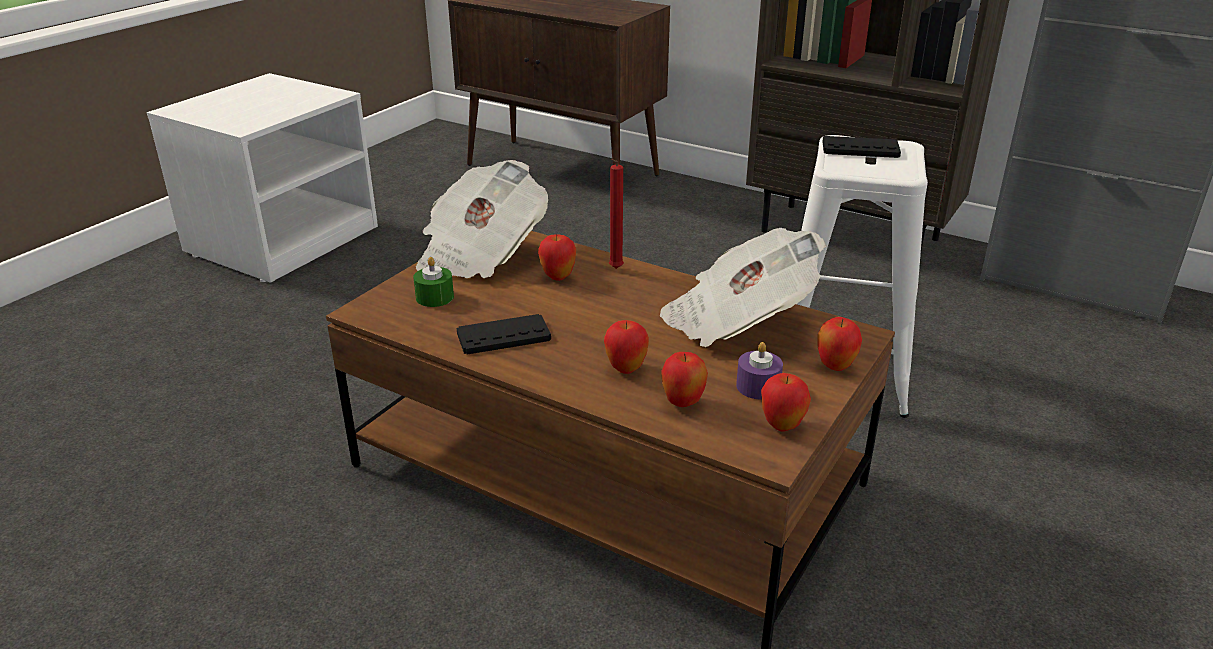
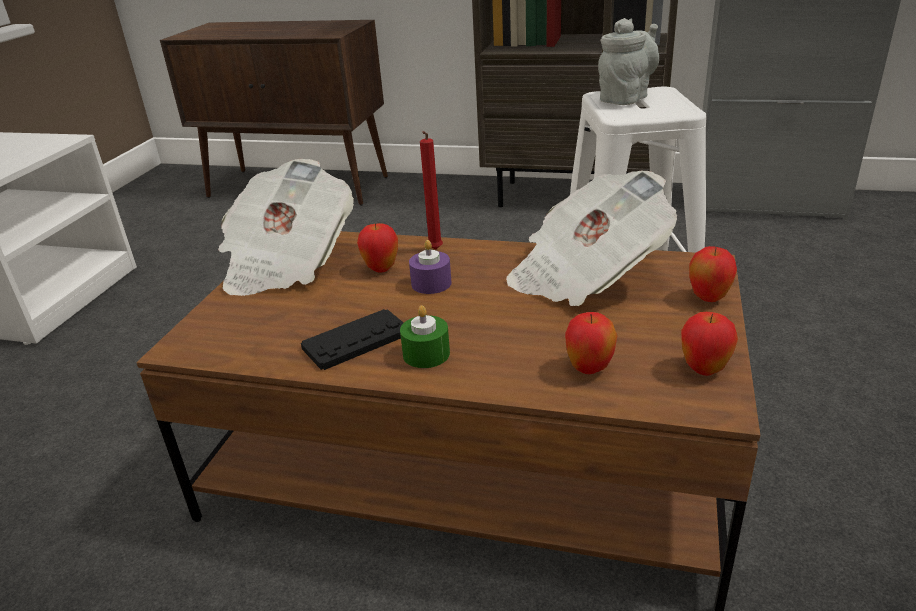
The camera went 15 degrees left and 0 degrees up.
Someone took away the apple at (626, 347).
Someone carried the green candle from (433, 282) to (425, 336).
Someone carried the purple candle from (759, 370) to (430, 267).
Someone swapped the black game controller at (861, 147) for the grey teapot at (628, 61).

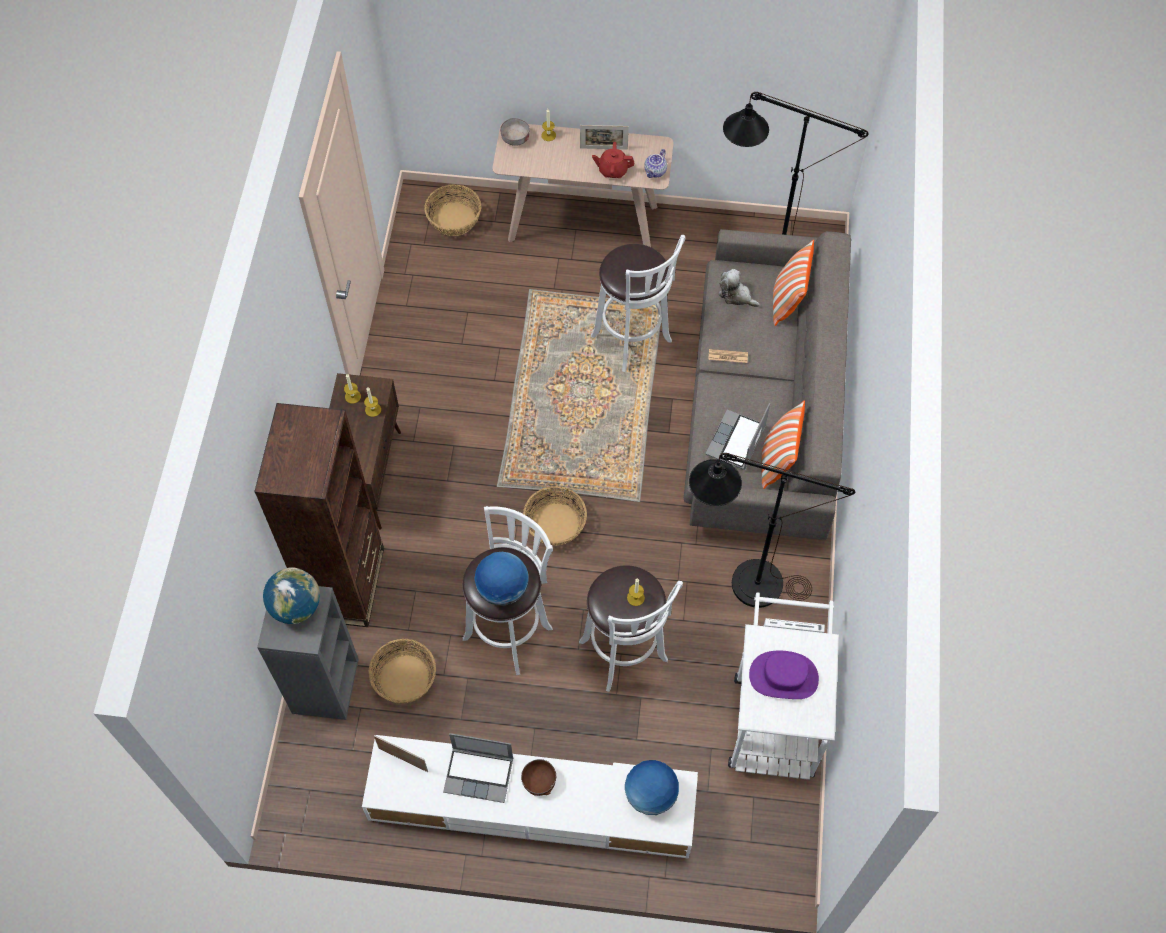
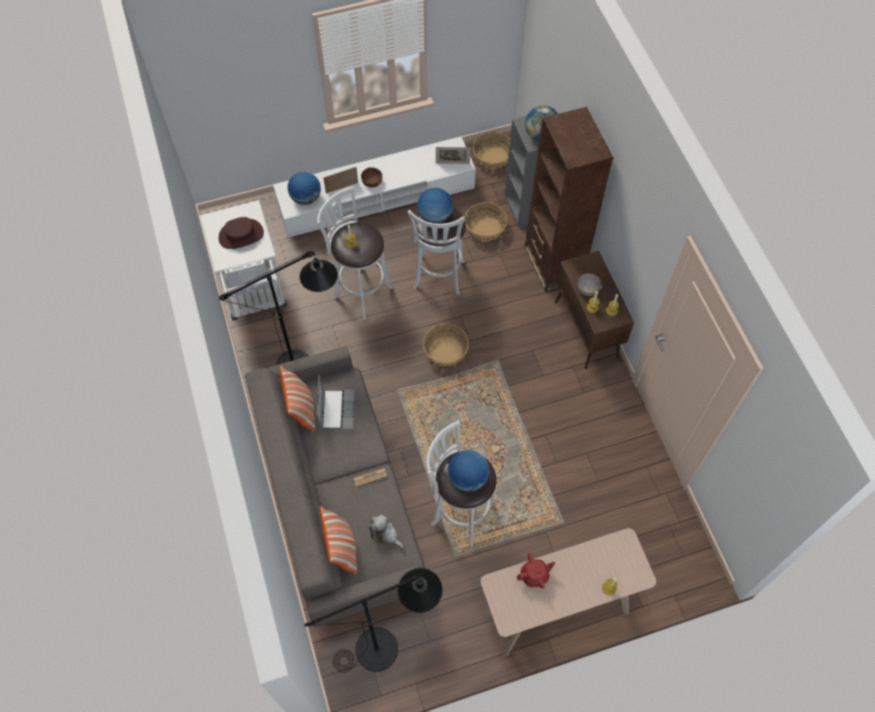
The camera went 155 degrees right and 0 degrees up.
Someone took away the laptop at (478, 768).
Someone took away the teapot at (655, 163).
Someone put down the globe at (469, 471).
Someone carried the basket from (452, 210) to (491, 150).
Someone carried the grey bowl from (515, 132) to (589, 284).
Someone carried the picture frame from (604, 137) to (340, 180).
Someone repainted the purple hat at (784, 675), which became the brown hat at (241, 233).
Someone rotated the plush toy at (739, 288) by 150 degrees counterclockwise.

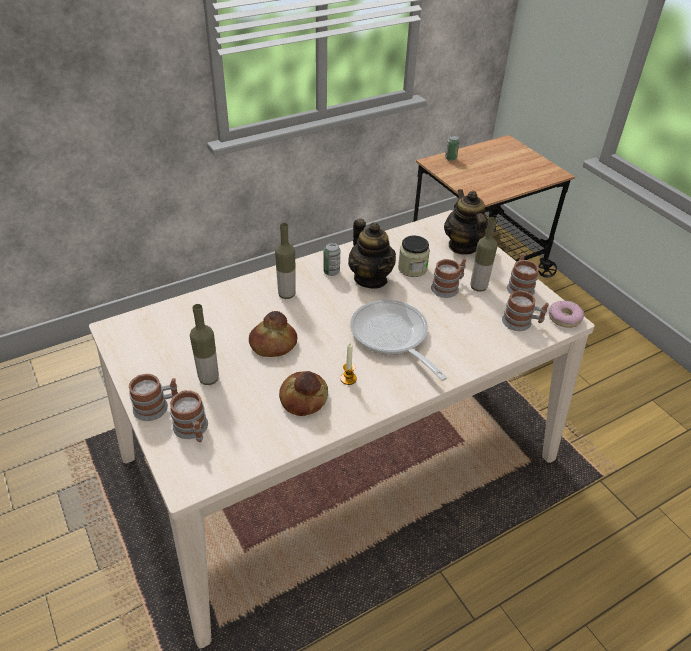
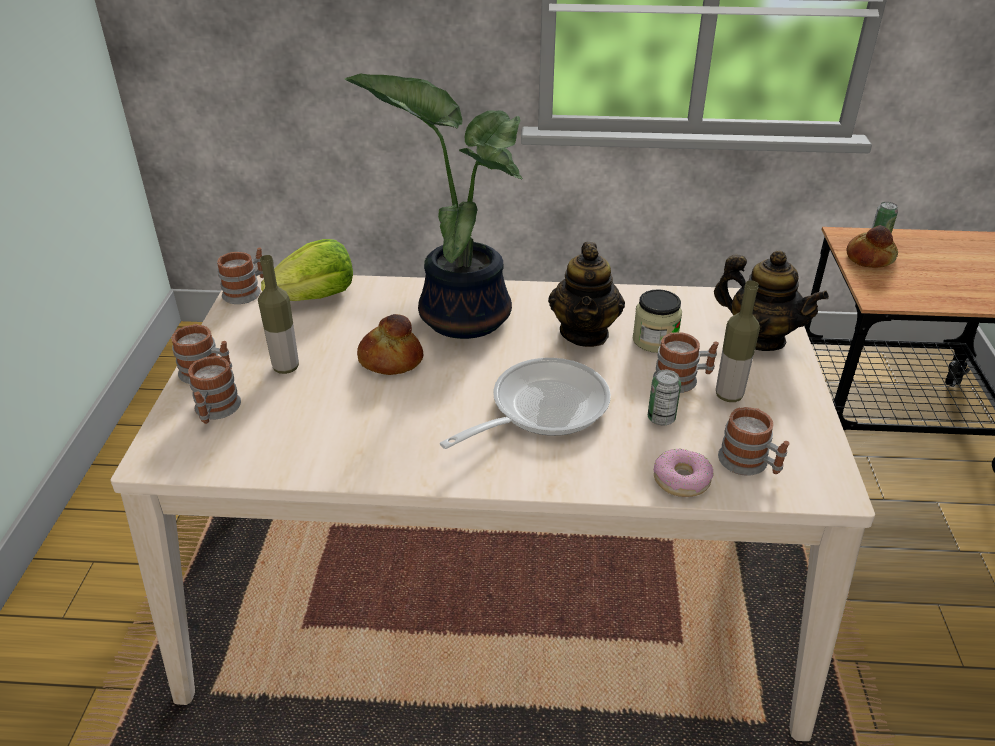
The camera went 35 degrees right and 5 degrees down.
Someone took away the candle at (348, 364).
Someone put down the lettuce at (307, 270).
Someone carried the bread from (303, 393) to (872, 246).
Someone carried the can from (331, 259) to (664, 397).
Someone carried the mug from (523, 274) to (240, 276).
Someone carried the donut from (566, 314) to (684, 472).
Someone swapped the bottle at (285, 261) for the potted plant at (433, 206).
Someone rotated the frying pan at (398, 340) by 45 degrees clockwise.
Someone rotated the teapot at (466, 222) by 105 degrees clockwise.

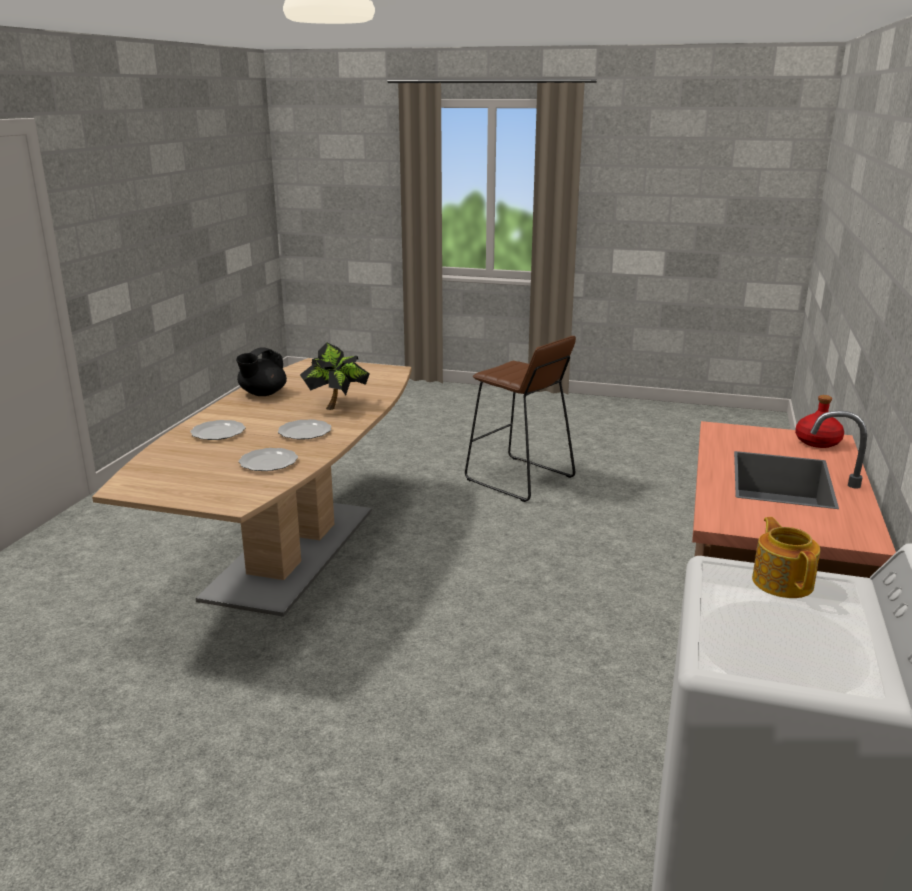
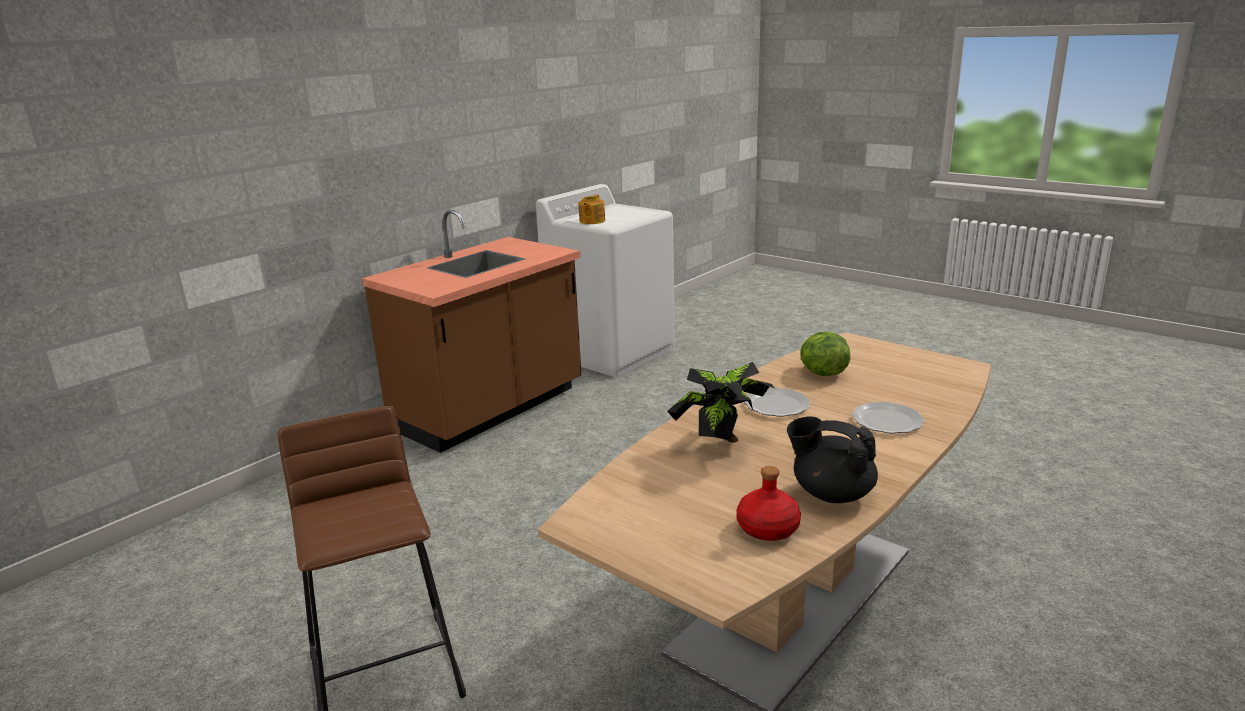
The camera went 155 degrees left and 0 degrees up.
Someone carried the red bottle from (819, 421) to (769, 503).
Someone swapped the plate at (268, 459) for the lettuce at (825, 353).
Someone rotated the black teapot at (261, 371) by 120 degrees counterclockwise.

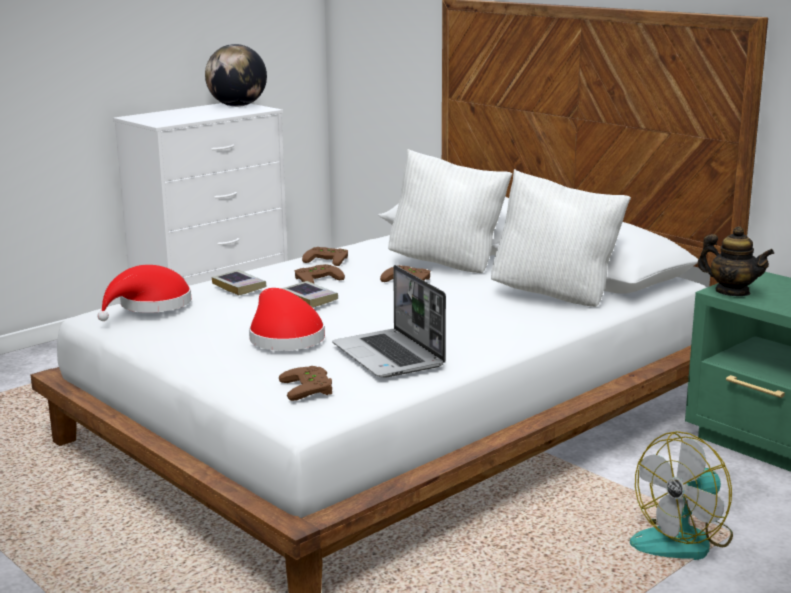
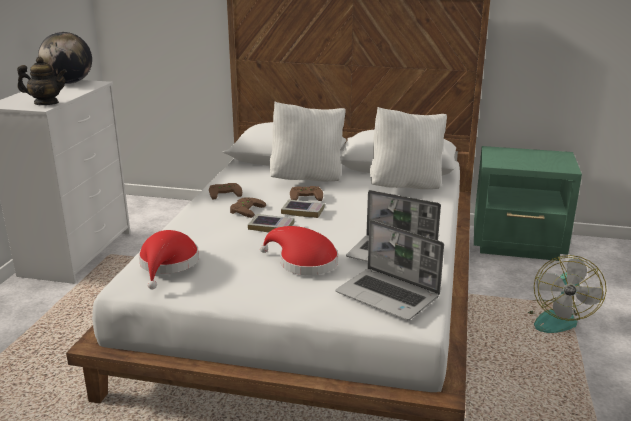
The camera went 35 degrees left and 5 degrees up.
Someone carried the book from (239, 283) to (303, 208).
Someone carried the teapot from (735, 261) to (42, 81).
Someone swapped the brown game controller at (305, 383) for the laptop at (390, 270).

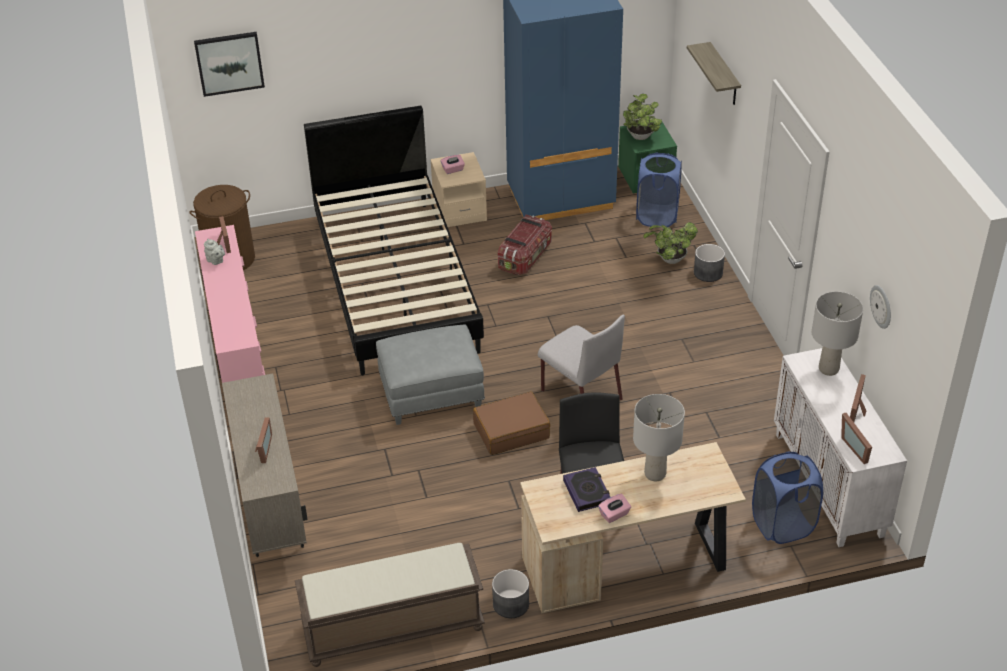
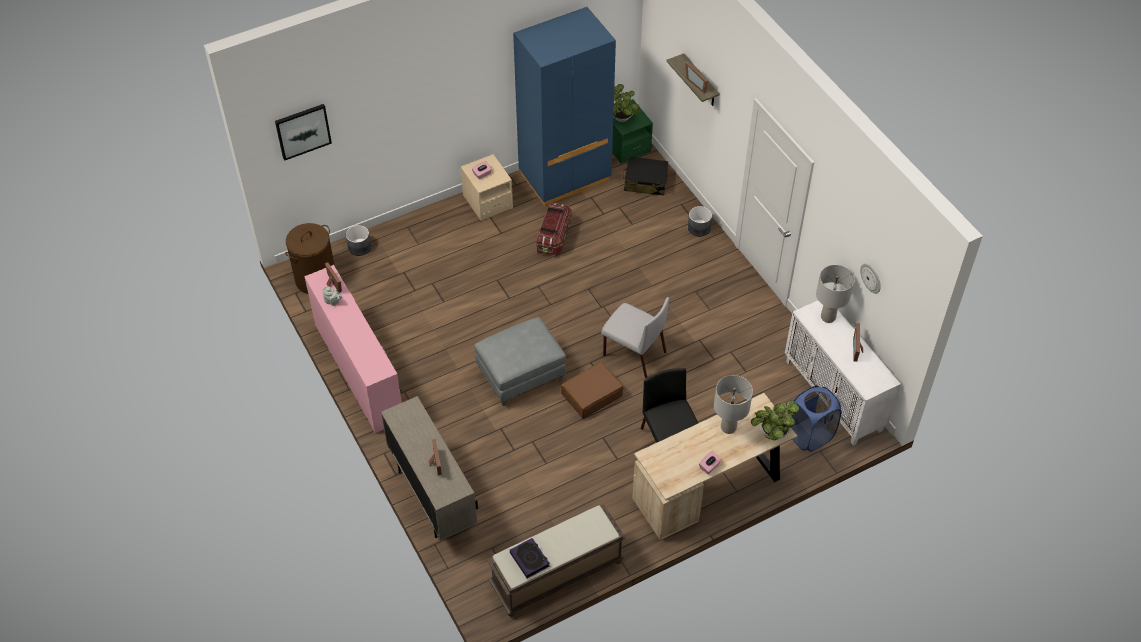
The camera went 15 degrees left and 10 degrees up.
Someone took away the black bed at (394, 240).
Someone carried the grey planter from (510, 593) to (358, 240).
Someone carried the book from (586, 489) to (530, 558).
Someone carried the potted plant from (670, 243) to (775, 420).
Someone carried the picture frame from (856, 438) to (696, 77).
Someone swapped the blue laundry basket at (659, 190) for the black suitcase at (645, 176).

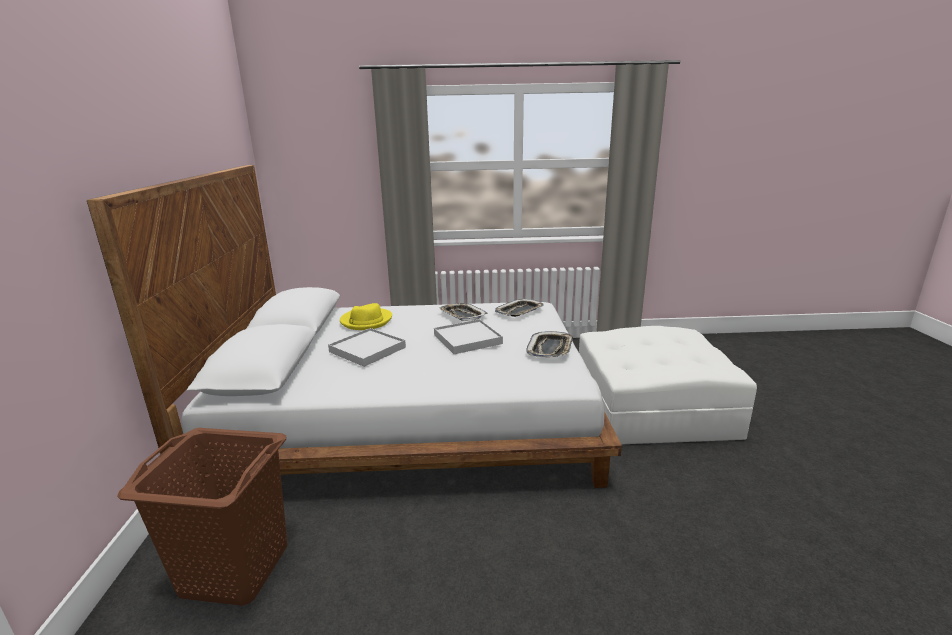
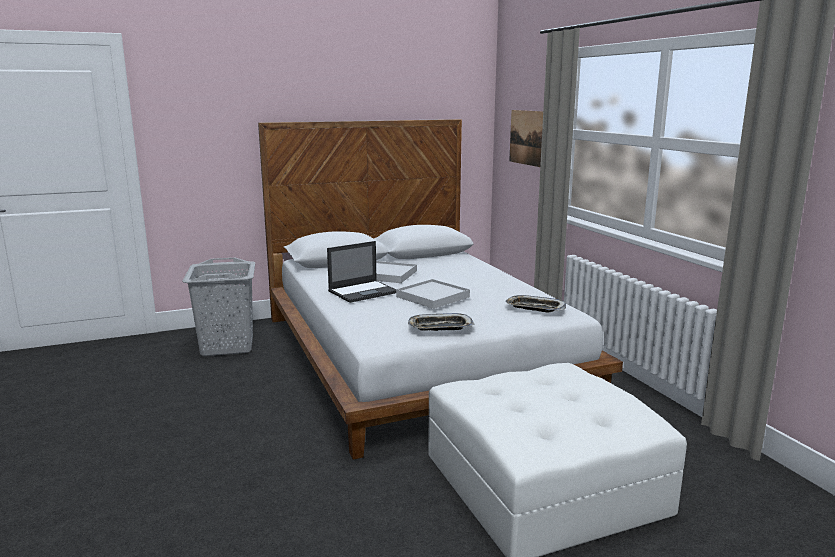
The camera went 70 degrees right and 5 degrees down.
Someone took away the yellow hat at (366, 316).
Someone took away the tray at (463, 312).
Someone put down the laptop at (361, 272).
Someone put up the picture at (526, 138).
Someone repainted the brown laundry basket at (202, 517), which became the grey laundry basket at (218, 307).

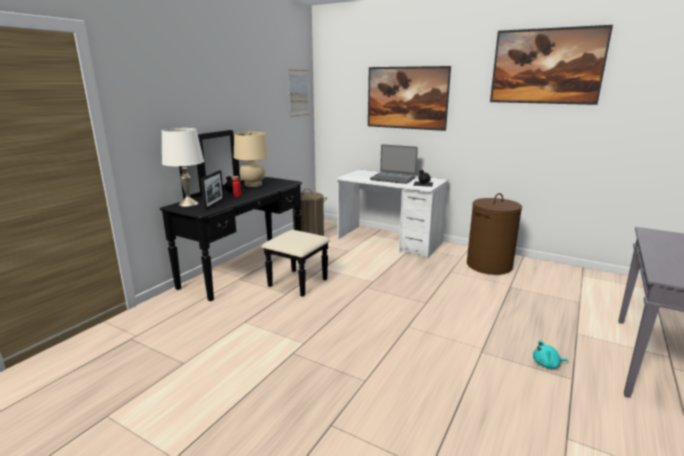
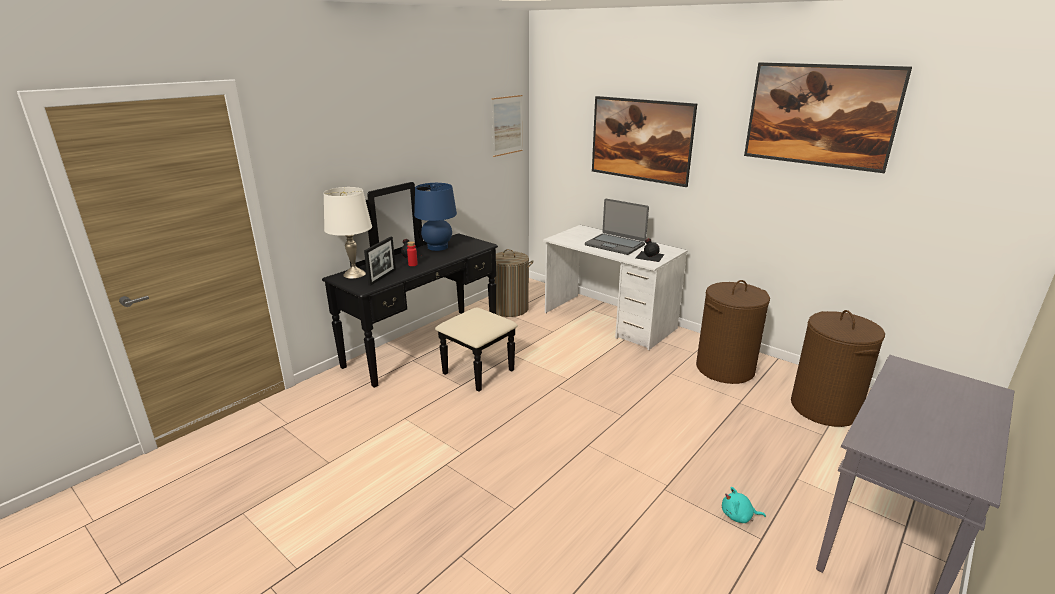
The camera went 10 degrees right and 5 degrees up.
Someone put down the brown laundry basket at (838, 368).
Someone repainted the beige table lamp at (251, 159), which became the blue table lamp at (435, 217).

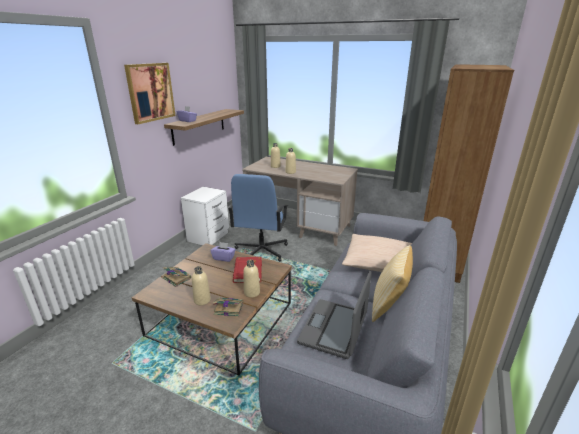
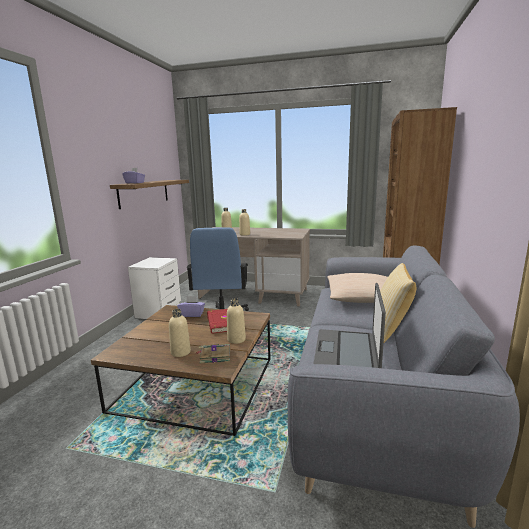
The camera went 10 degrees left and 10 degrees down.
Someone took away the picture at (150, 93).
Someone took away the book at (177, 277).

